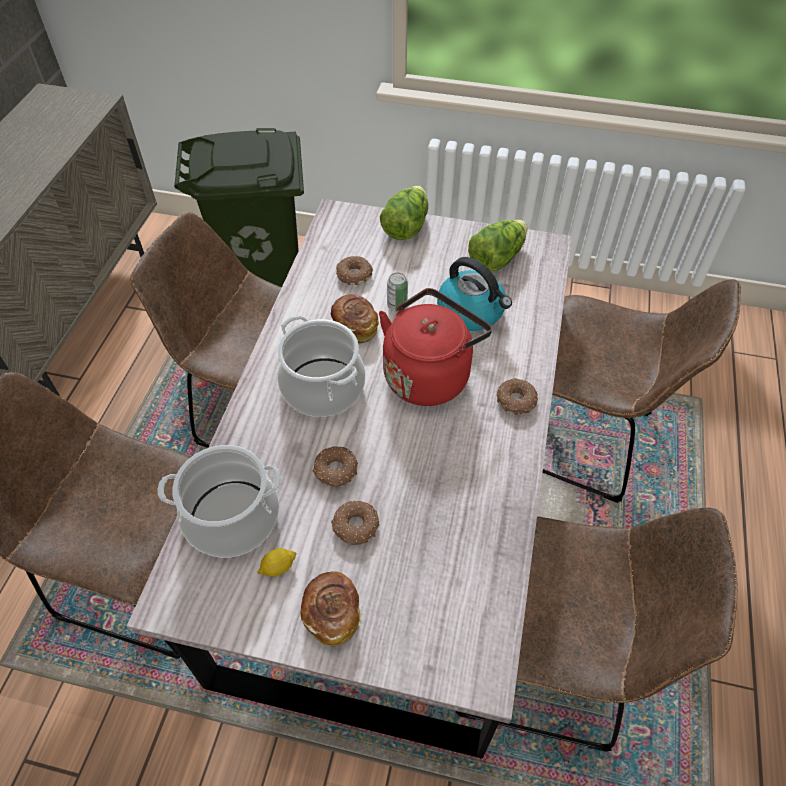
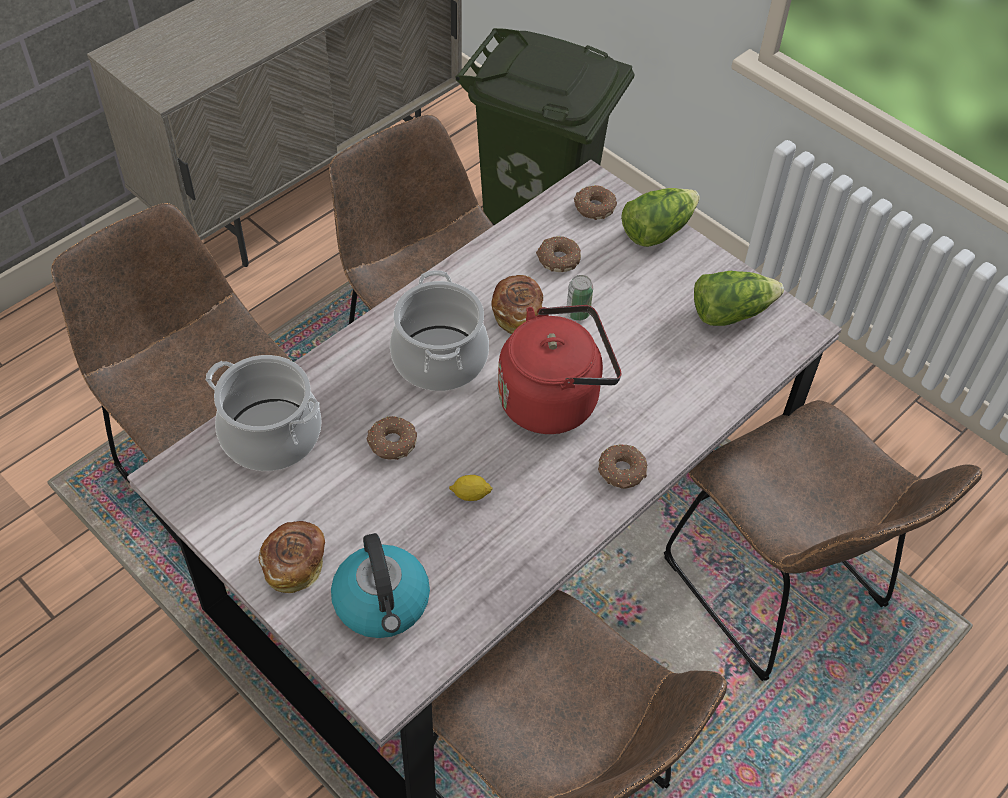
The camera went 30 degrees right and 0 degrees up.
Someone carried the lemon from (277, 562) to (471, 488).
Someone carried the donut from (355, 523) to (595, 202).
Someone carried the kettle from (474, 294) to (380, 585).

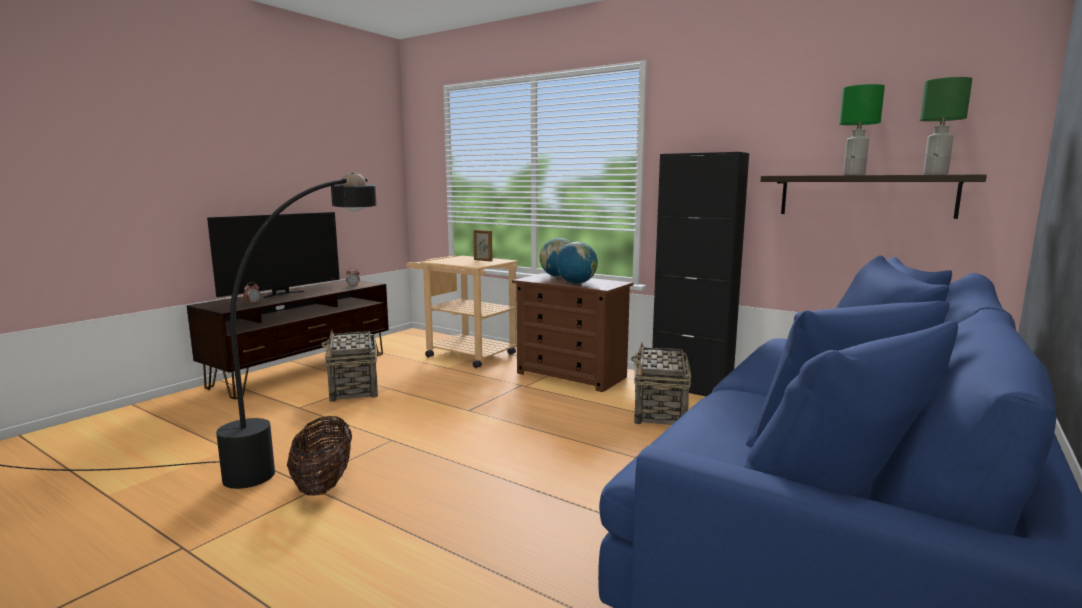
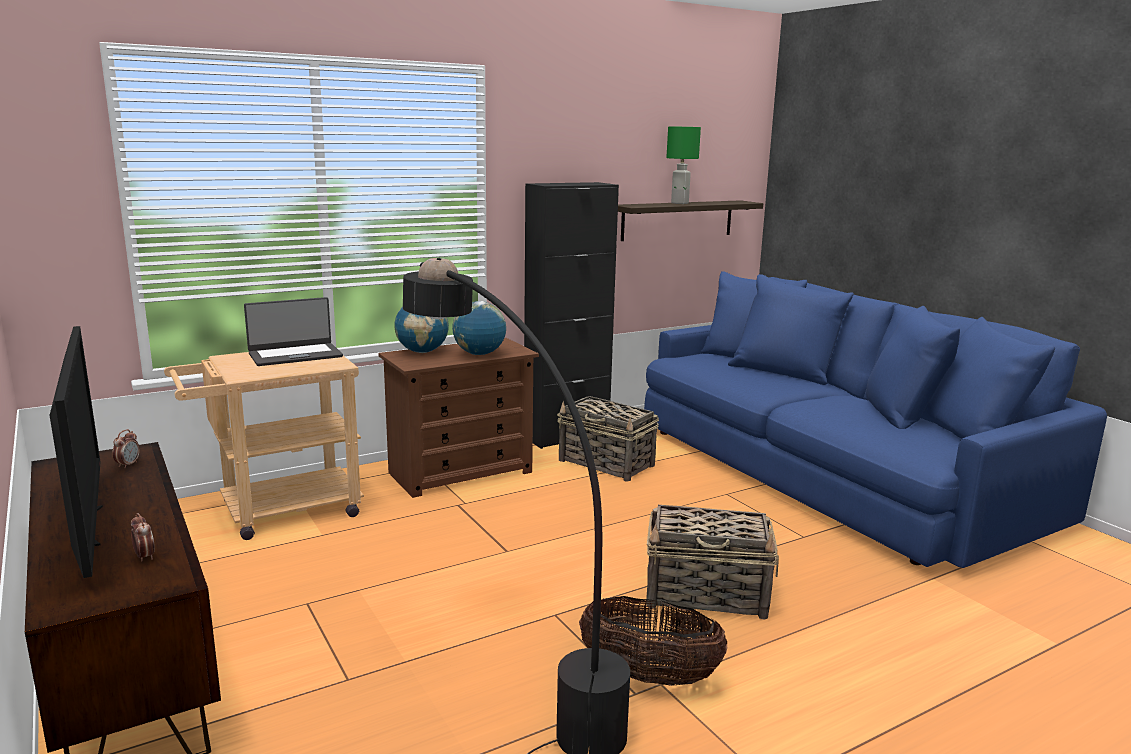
The camera went 65 degrees left and 5 degrees up.
Someone took away the green table lamp at (946, 126).
Someone carried the basket from (349, 366) to (712, 562).
Someone swapped the picture frame at (482, 245) for the laptop at (293, 331).

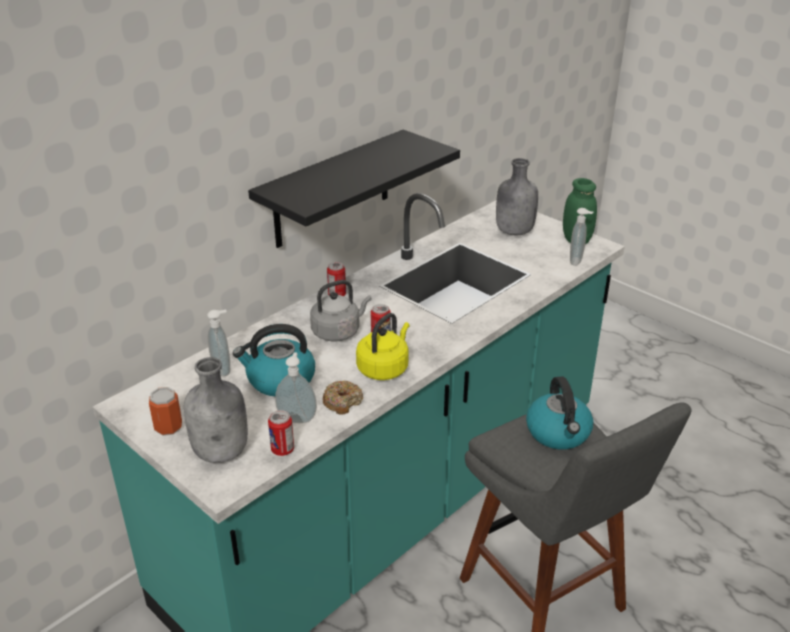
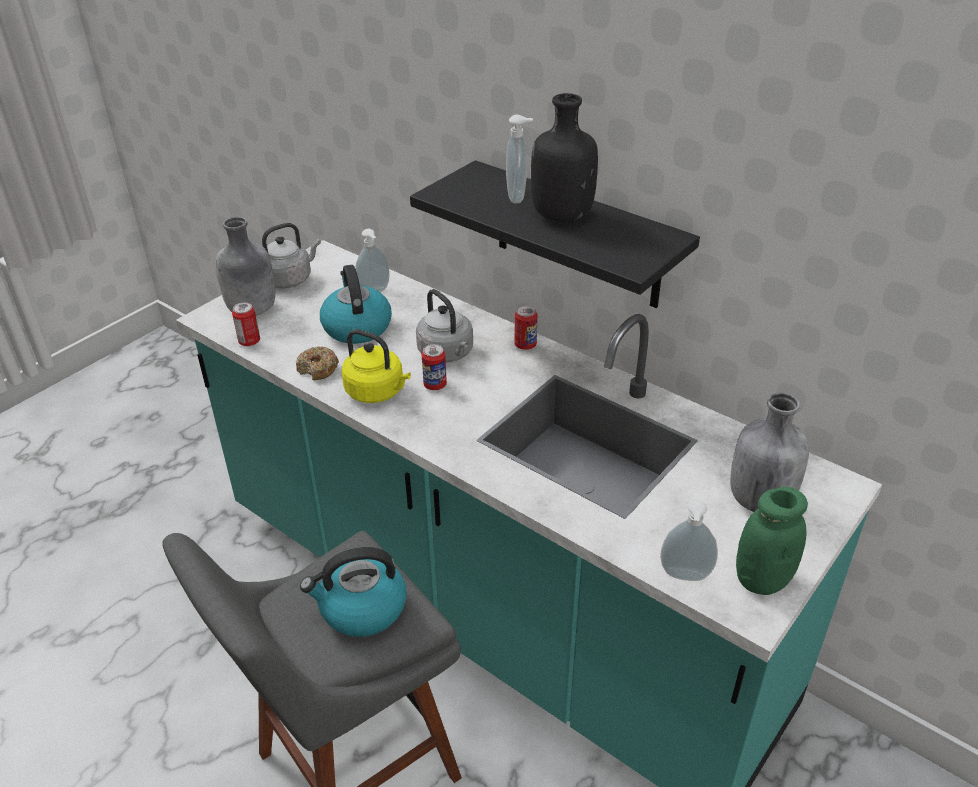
The camera went 85 degrees right and 5 degrees up.
Someone put down the black bottle at (564, 157).
Someone carried the soap dispenser from (296, 387) to (519, 159).
Someone swapped the can at (165, 411) for the grey kettle at (291, 255).

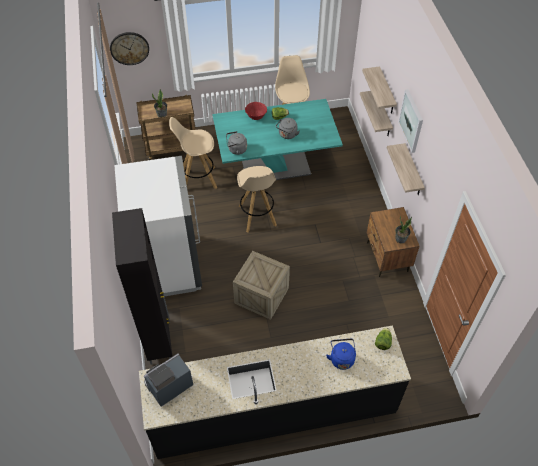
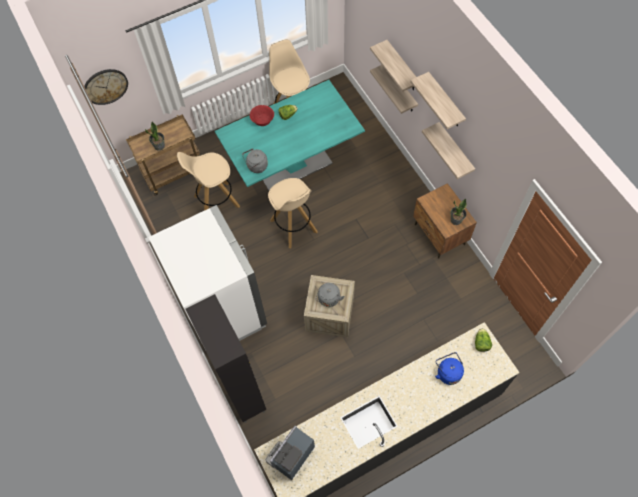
The camera went 15 degrees left and 10 degrees up.
Someone carried the grey kettle from (288, 128) to (330, 295).
Someone swapped the picture at (410, 121) for the shelf at (438, 100).

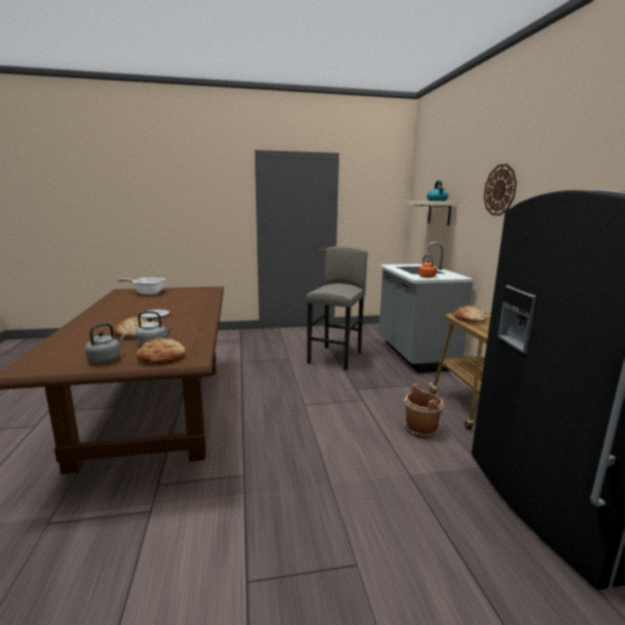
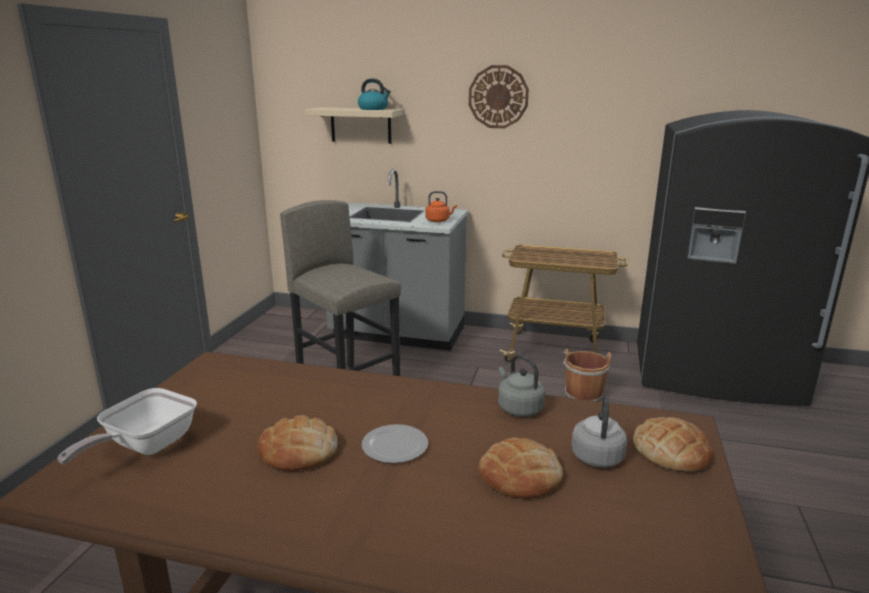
The camera went 65 degrees left and 5 degrees up.
Someone carried the grey kettle from (105, 343) to (521, 386).
Someone carried the bread from (471, 314) to (297, 443).

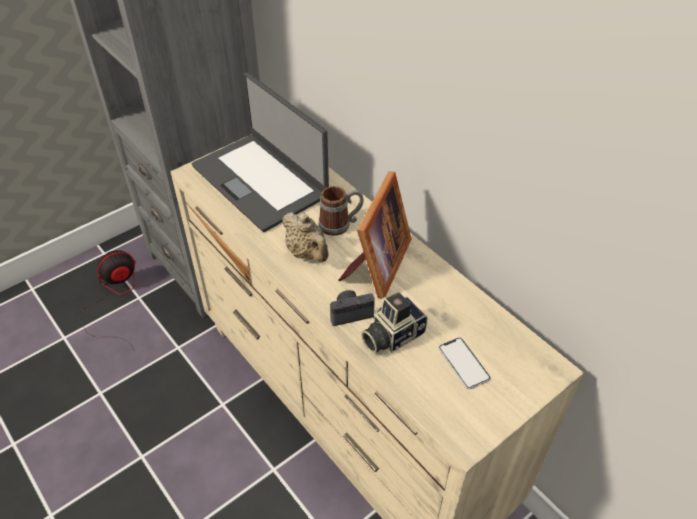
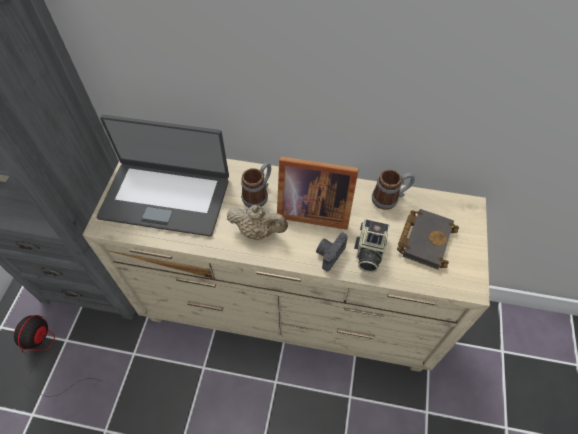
The camera went 40 degrees left and 10 degrees up.
Someone put down the mug at (393, 189).
Someone swapped the phone at (464, 363) for the black book at (428, 239).
Someone rotated the picture frame at (375, 235) by 120 degrees clockwise.

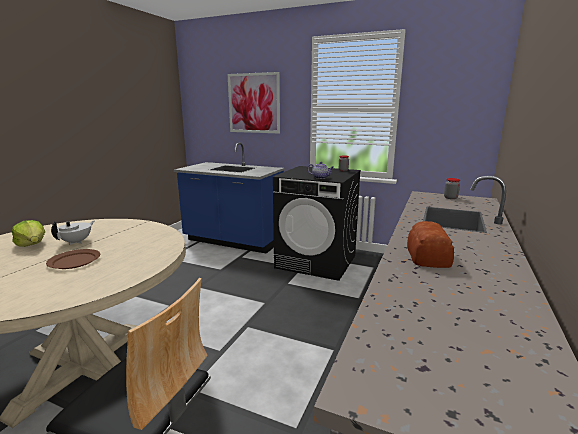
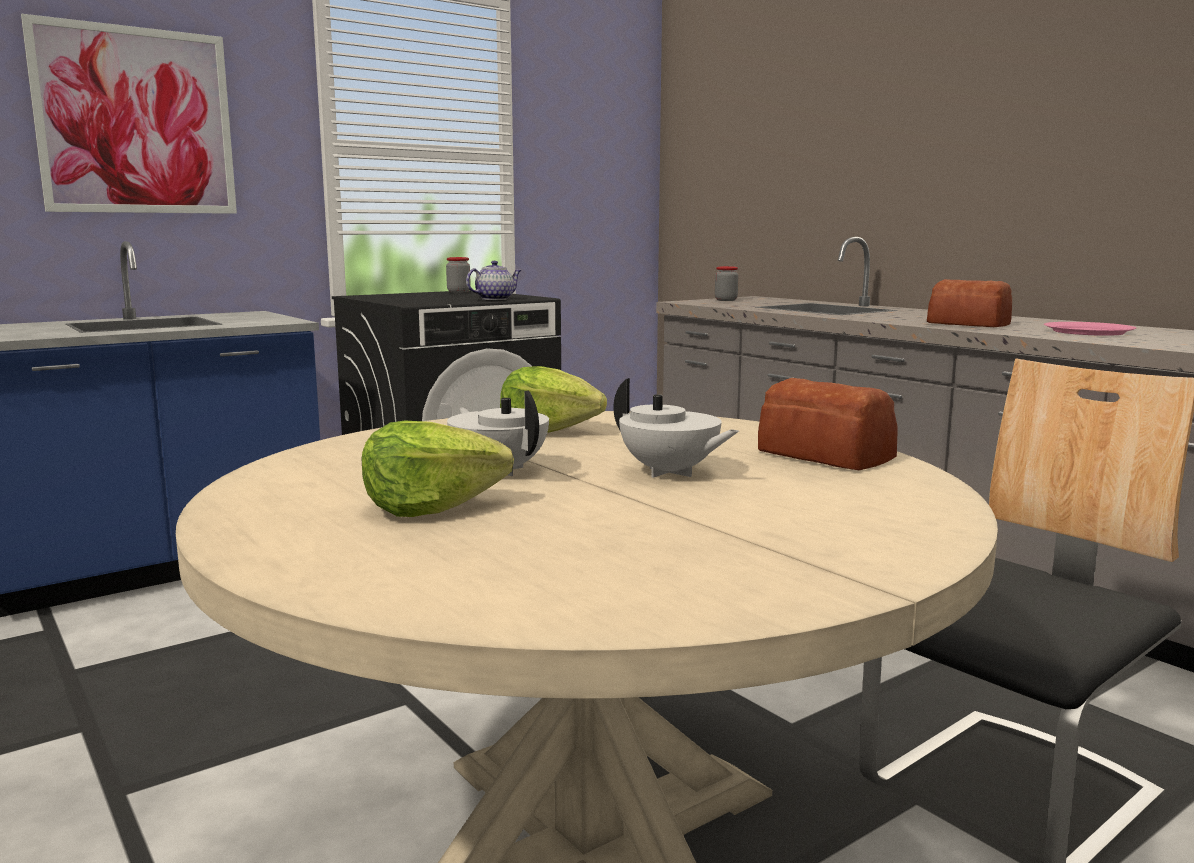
The camera went 60 degrees left and 5 degrees down.
Someone put down the lettuce at (553, 399).
Someone put down the bread at (828, 424).
Someone put down the pink plate at (1090, 329).
Someone swapped the brown plate at (73, 259) for the white teapot at (676, 428).

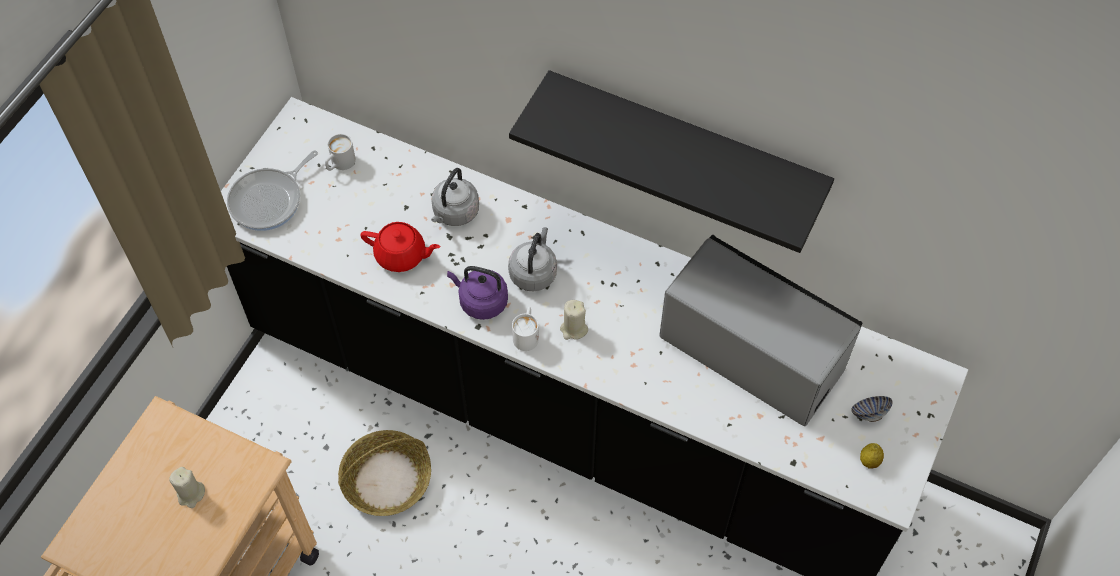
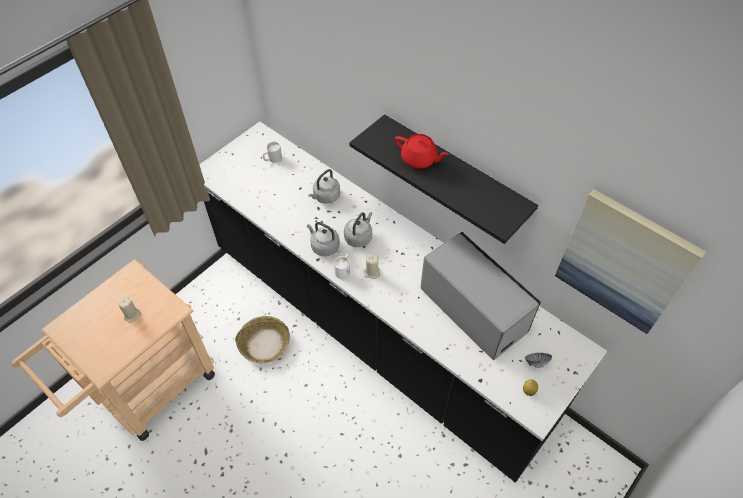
The camera went 15 degrees right and 5 degrees down.
Someone took away the frying pan at (272, 190).
Someone put up the picture at (630, 261).
Someone carried the red teapot from (400, 247) to (422, 151).
Someone repainted the purple kettle at (477, 293), which became the grey kettle at (323, 239).

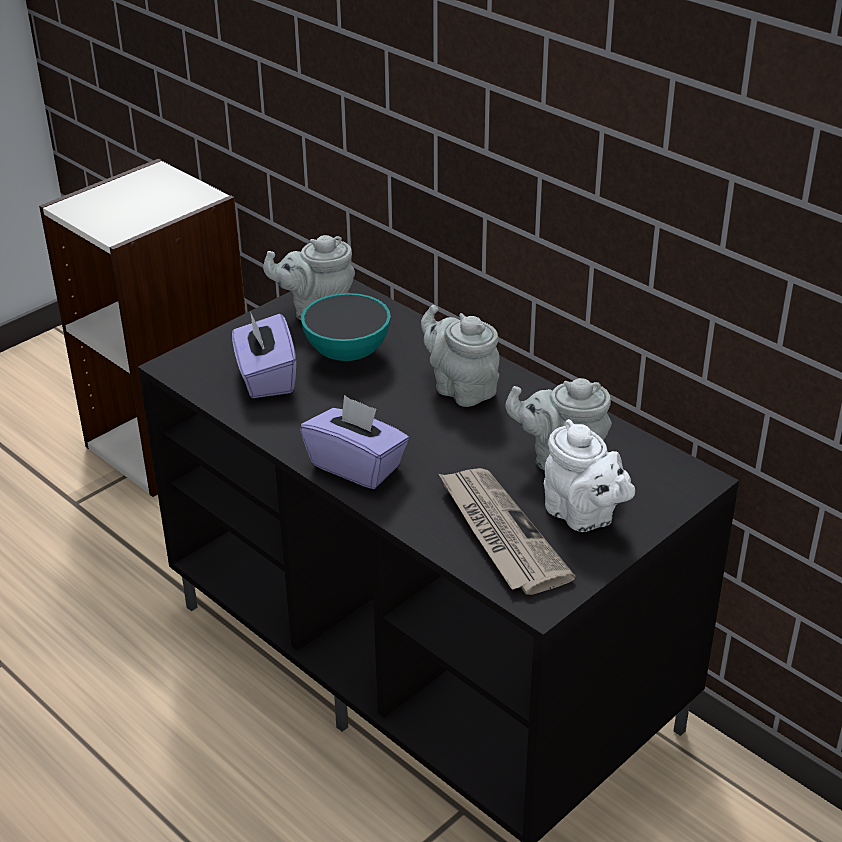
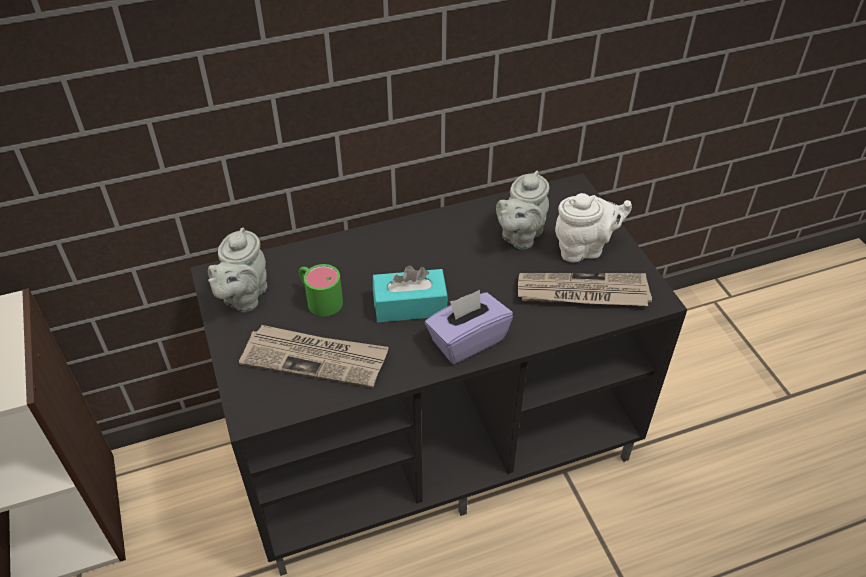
The camera went 65 degrees left and 10 degrees up.
Someone took away the grey teapot at (460, 356).
Someone put down the turquoise tissue box at (410, 293).
Someone swapped the purple tissue box at (264, 355) for the newspaper at (314, 356).
Someone swapped the bowl at (346, 327) for the green mug at (321, 290).

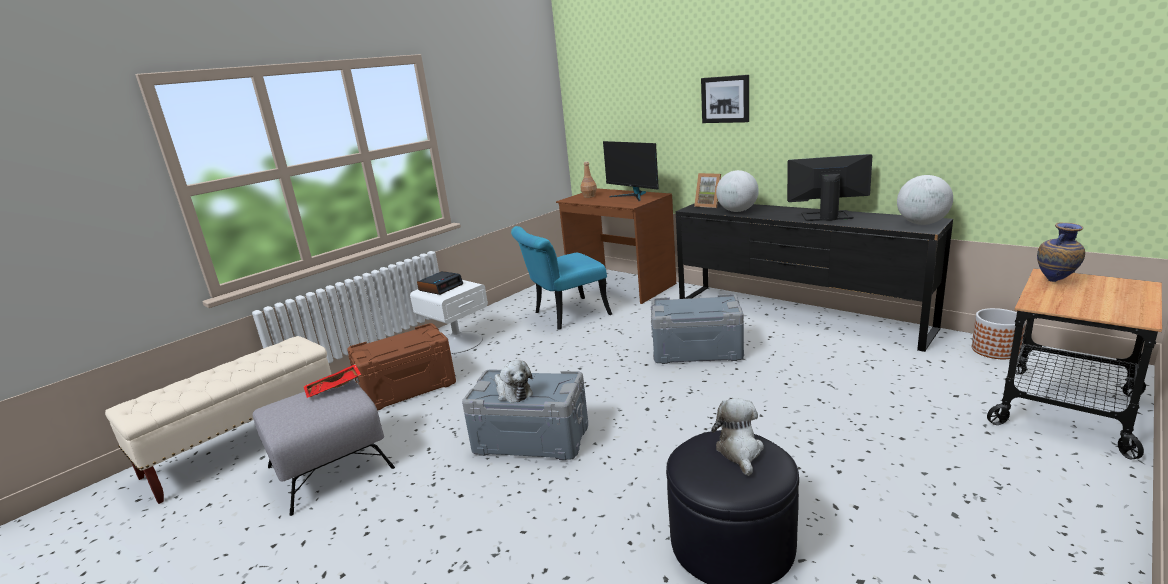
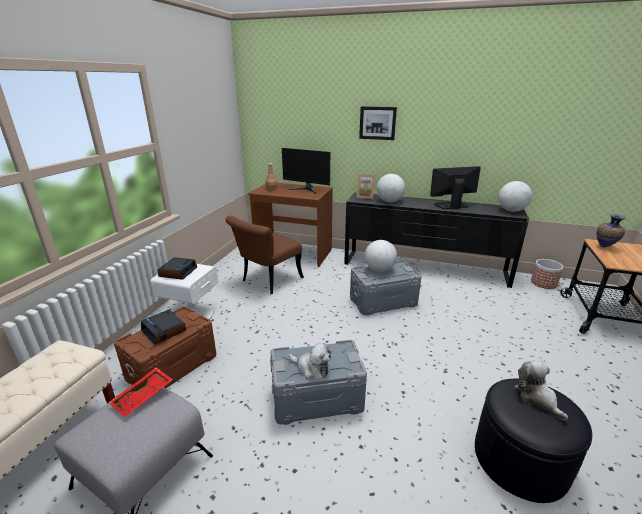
The camera went 25 degrees left and 5 degrees up.
Someone put down the alarm clock at (163, 327).
Someone put down the globe at (381, 256).
Someone repainted the turquoise chair at (561, 278), which became the brown chair at (265, 255).

